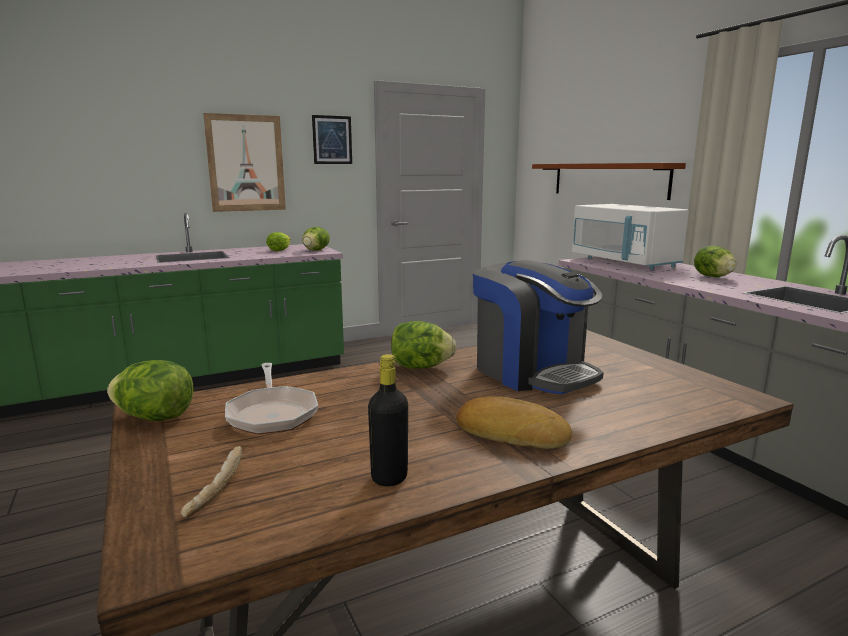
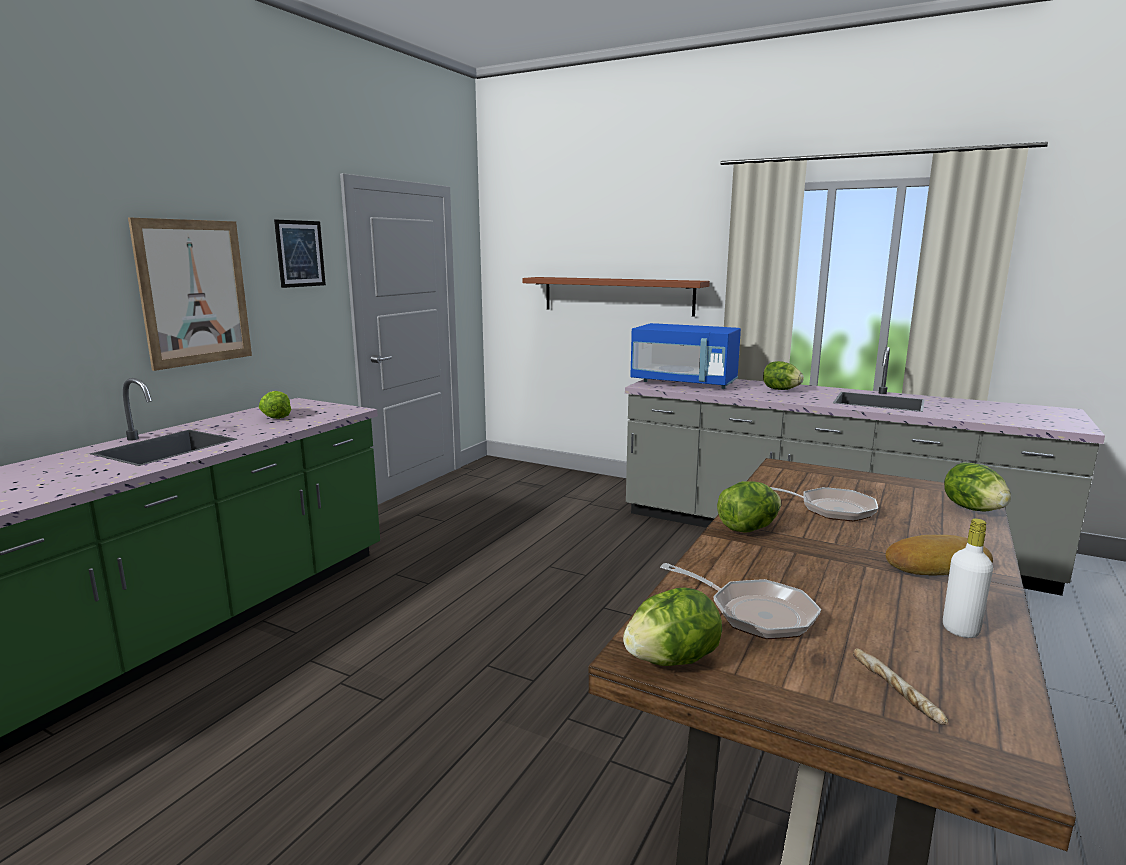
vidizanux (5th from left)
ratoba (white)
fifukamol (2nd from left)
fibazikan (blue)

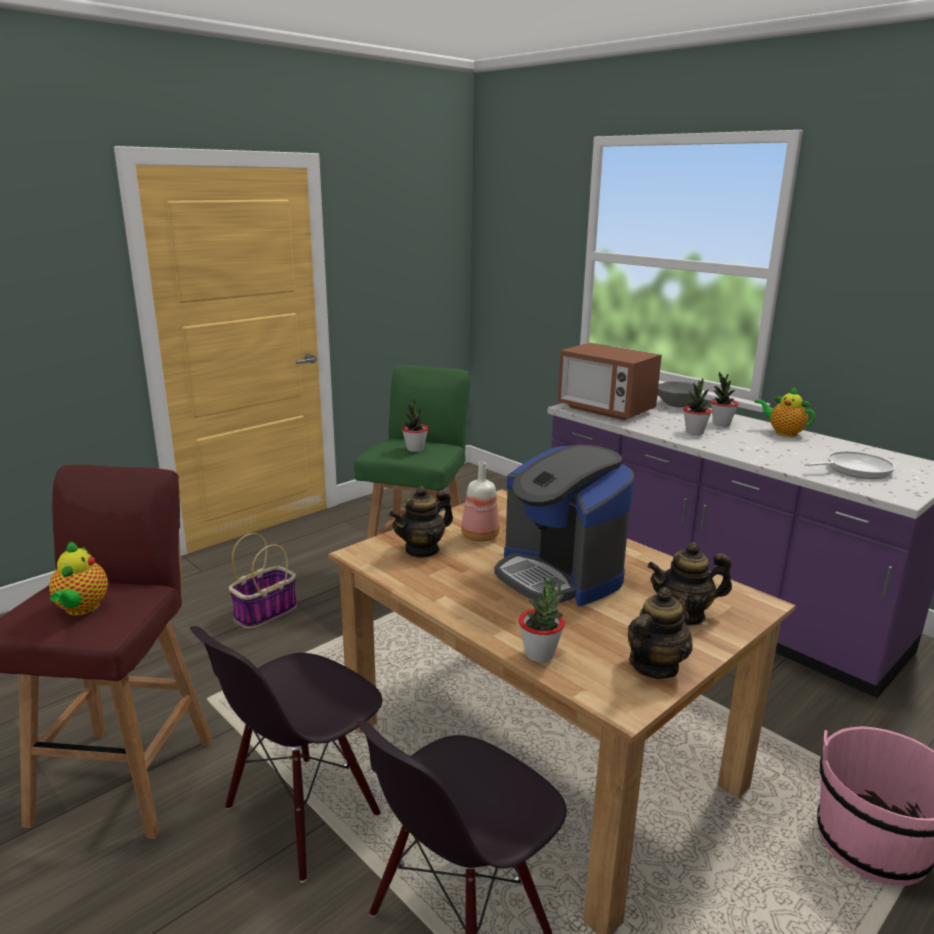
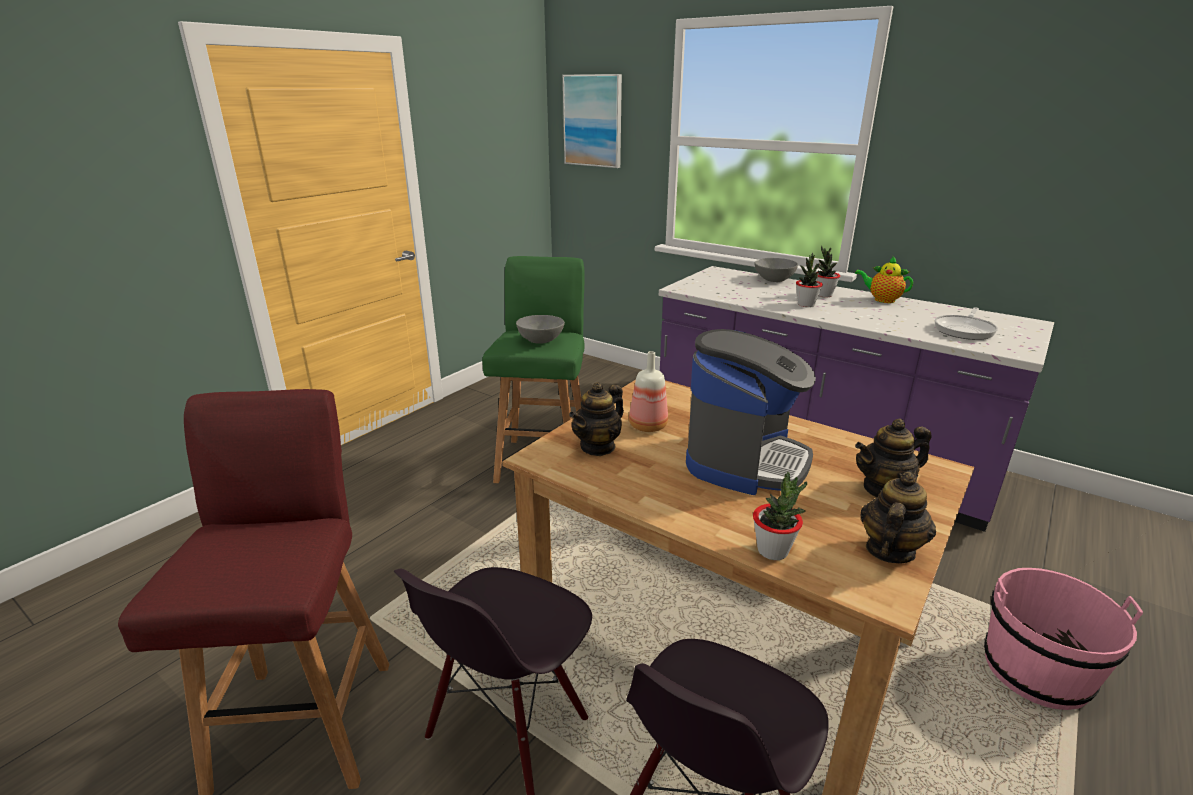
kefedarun (1st from left in the first image)
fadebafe
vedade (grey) (1st from left)
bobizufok
fibazikan
fifukamol
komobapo

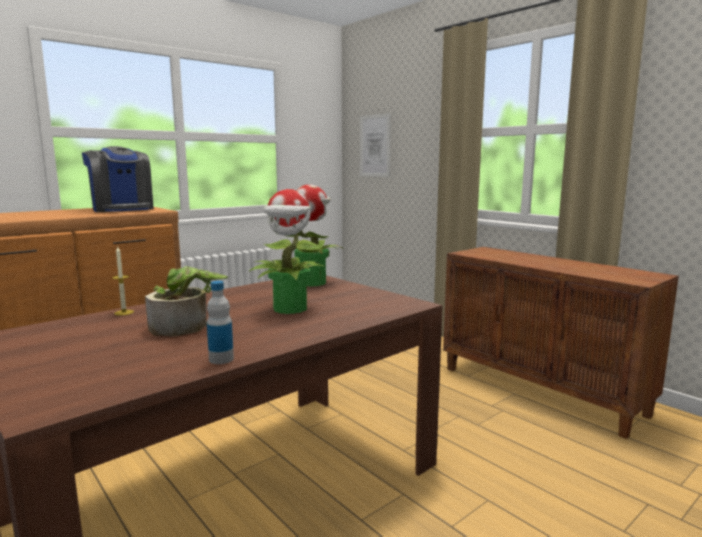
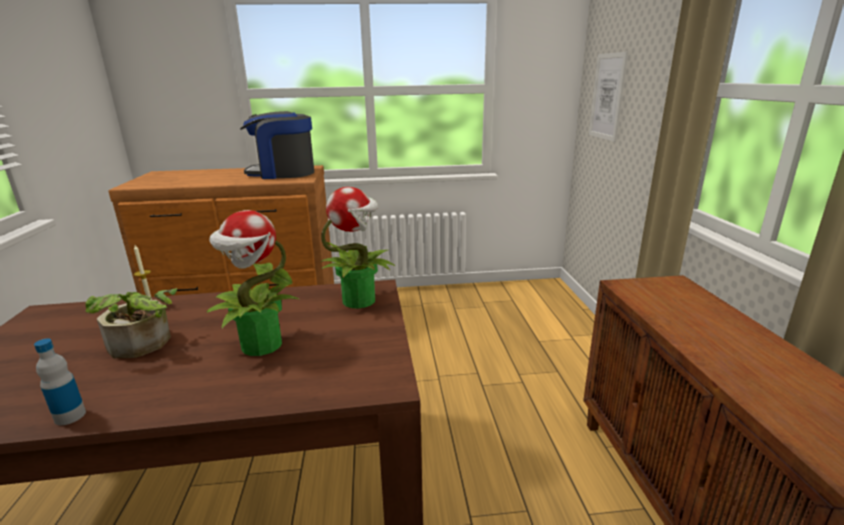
bobizufok

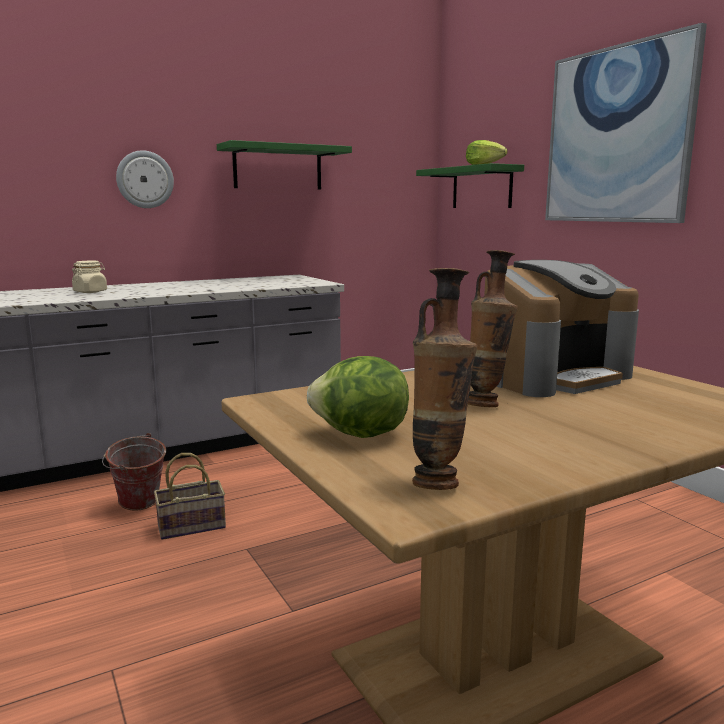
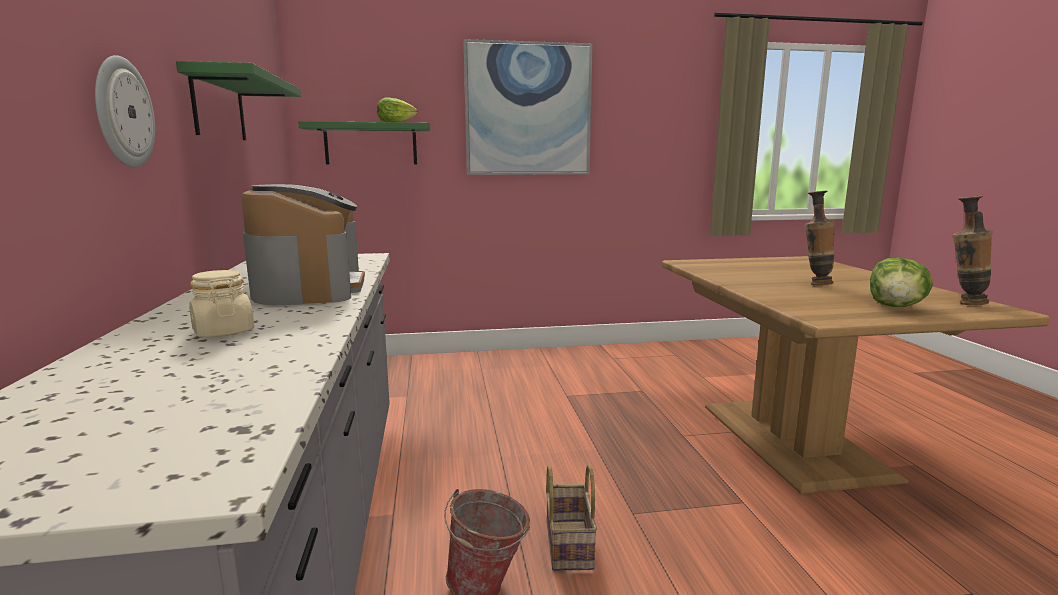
bobizufok

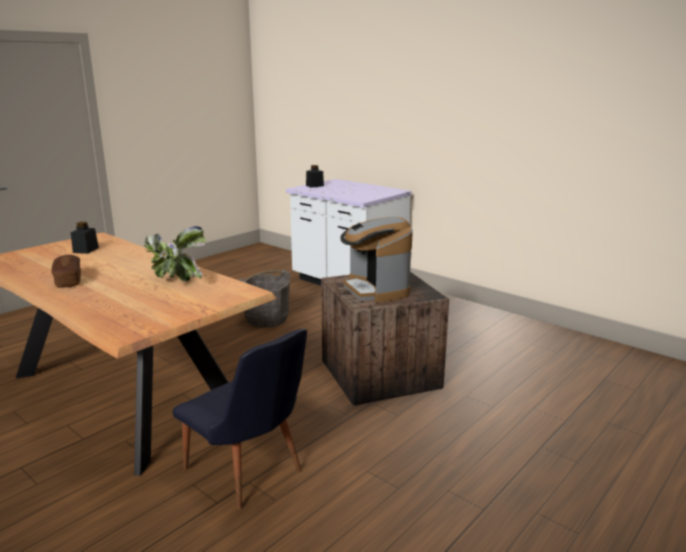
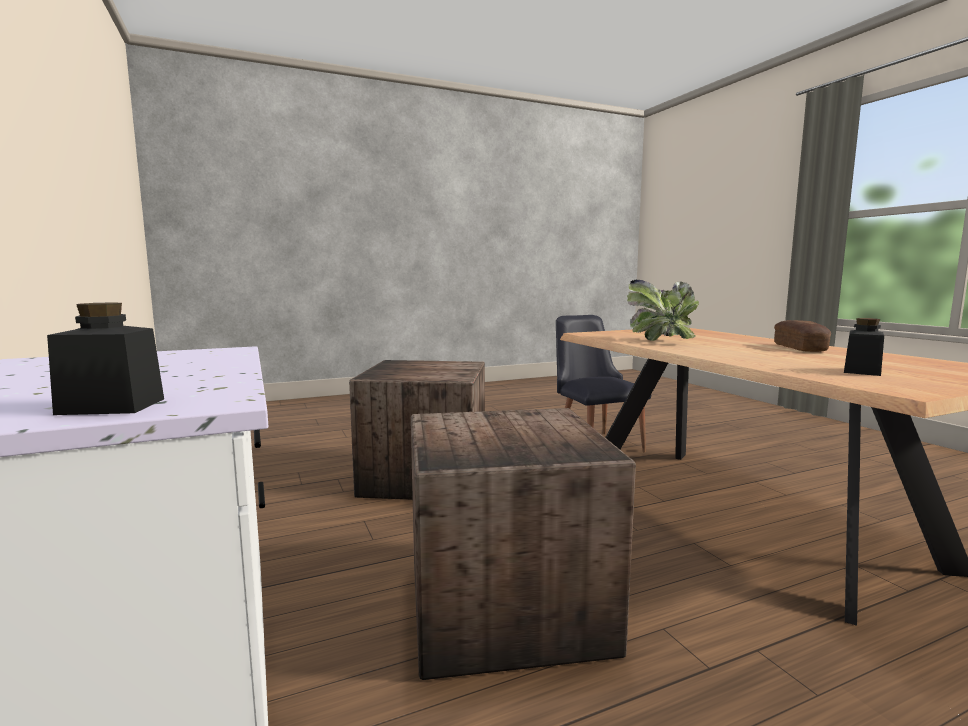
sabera (2nd from left)
bobizufok

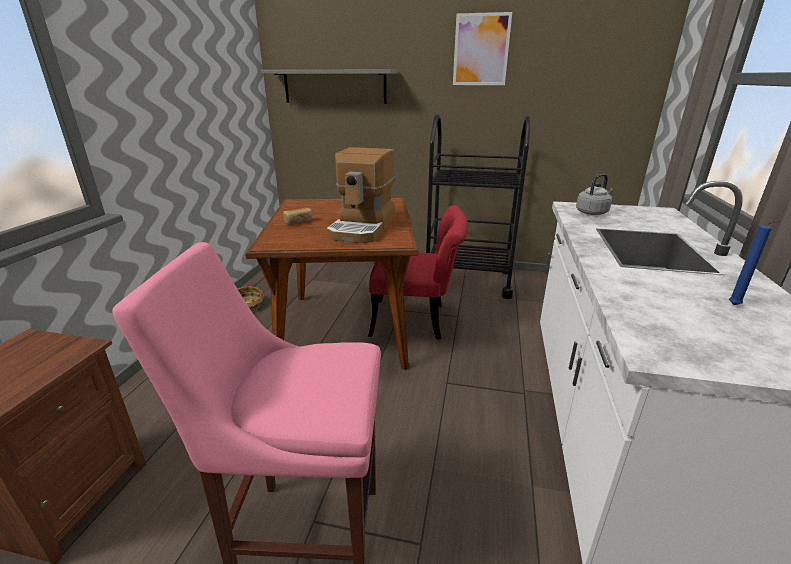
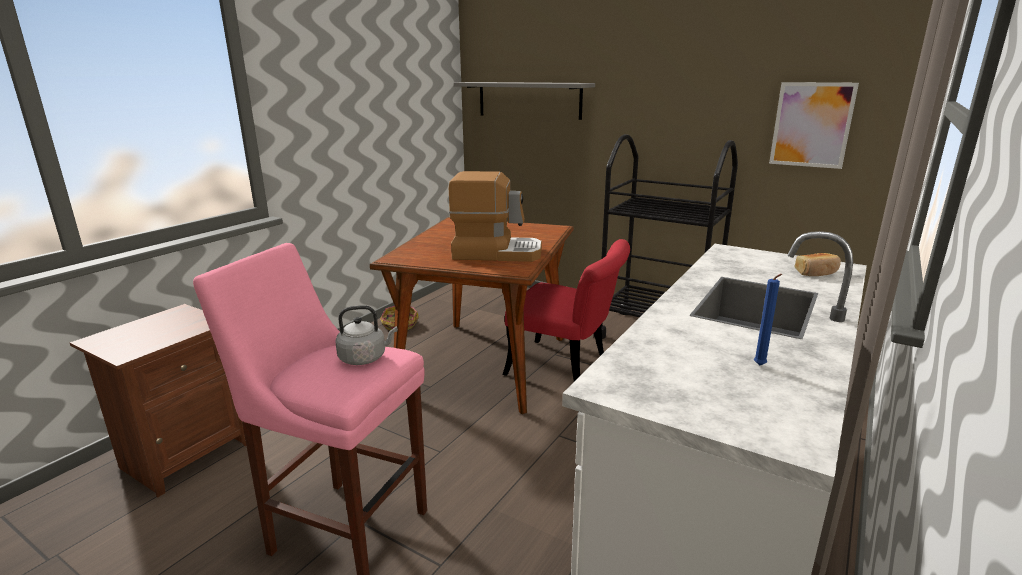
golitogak
bobizufok
komobapo
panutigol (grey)

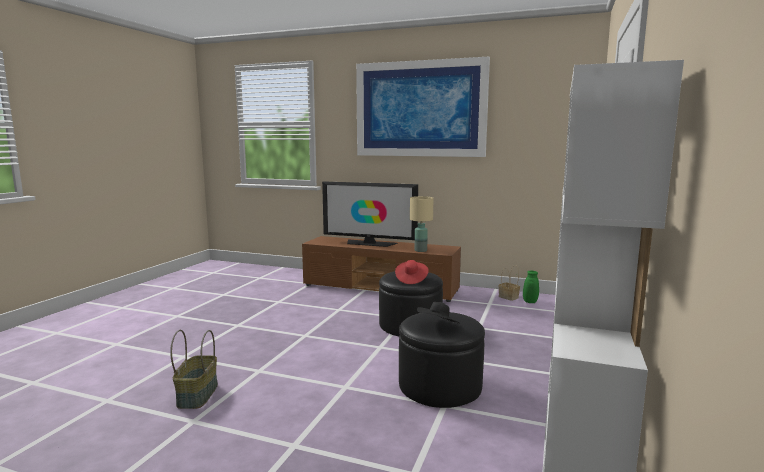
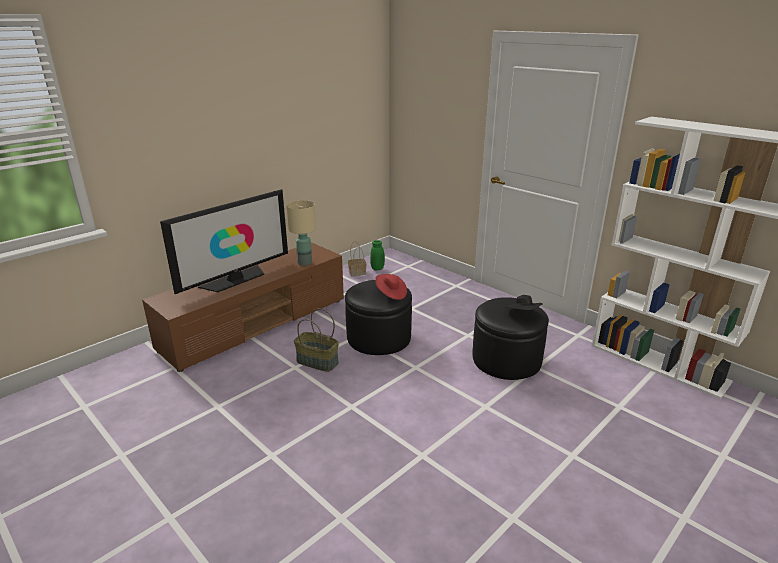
fadebafe (1st from left)
komobapo

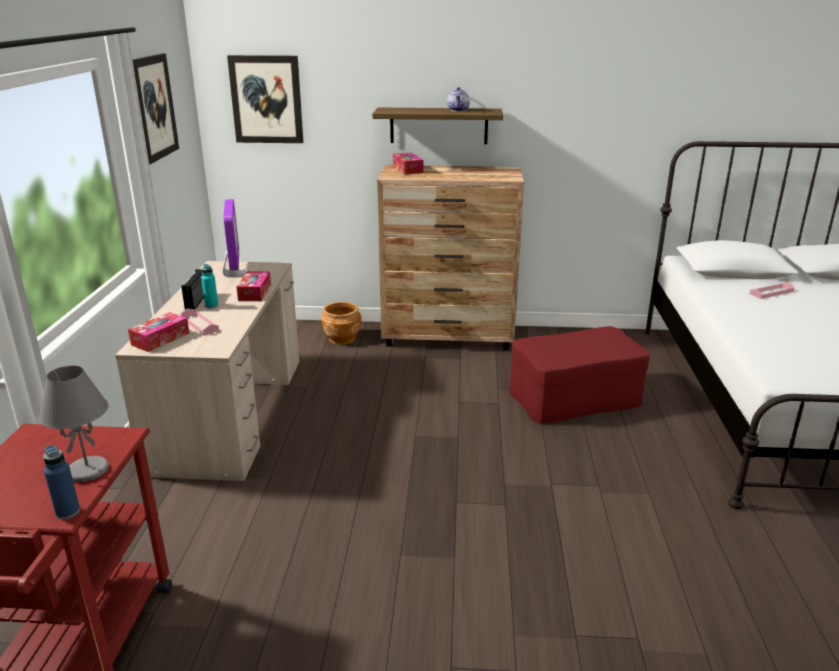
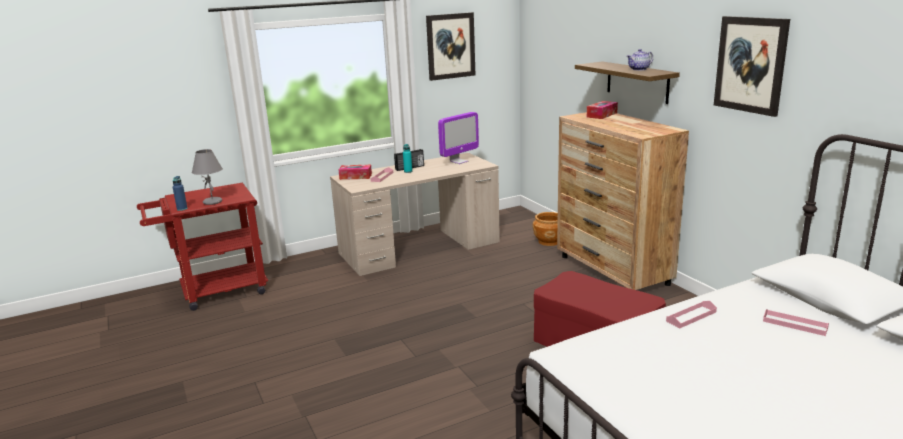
komobapo (2nd from left)
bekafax (2nd from left in the first image)
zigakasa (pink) (2nd from left)

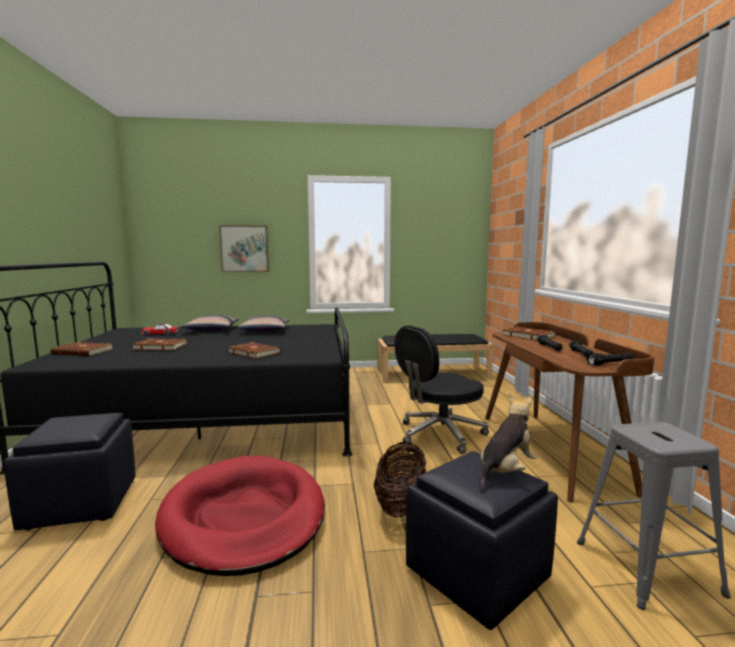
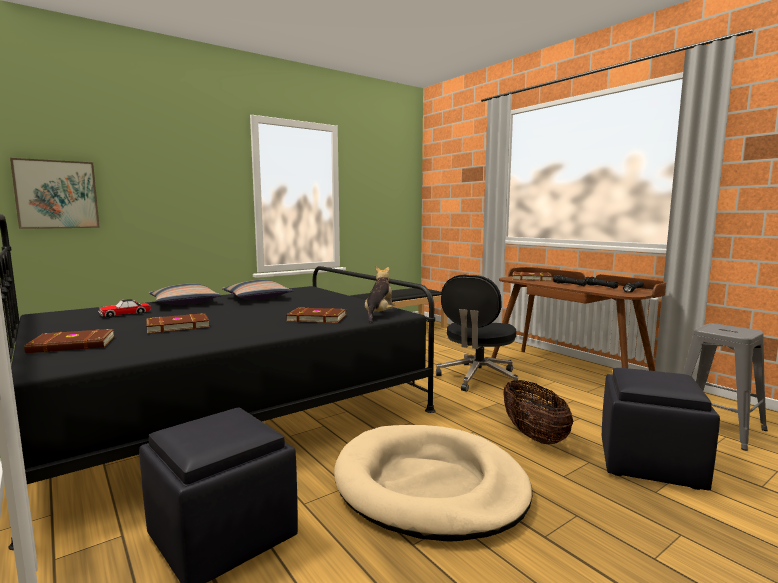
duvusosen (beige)
komobapo
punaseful

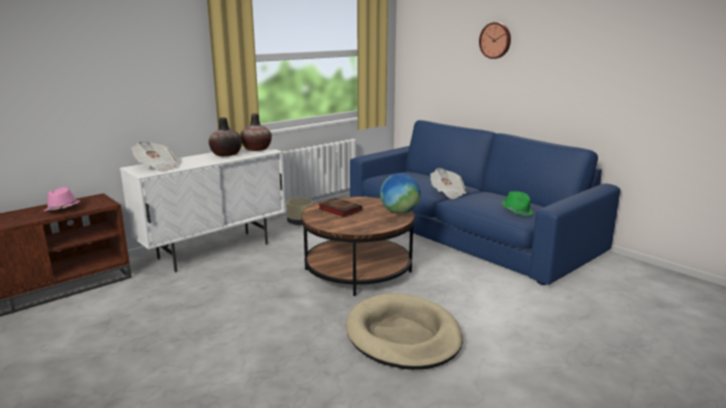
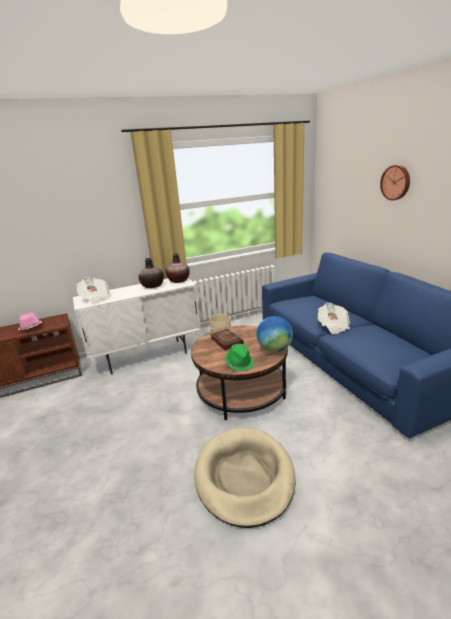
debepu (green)

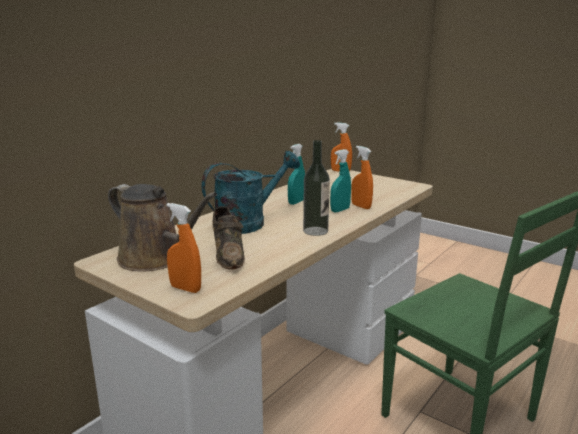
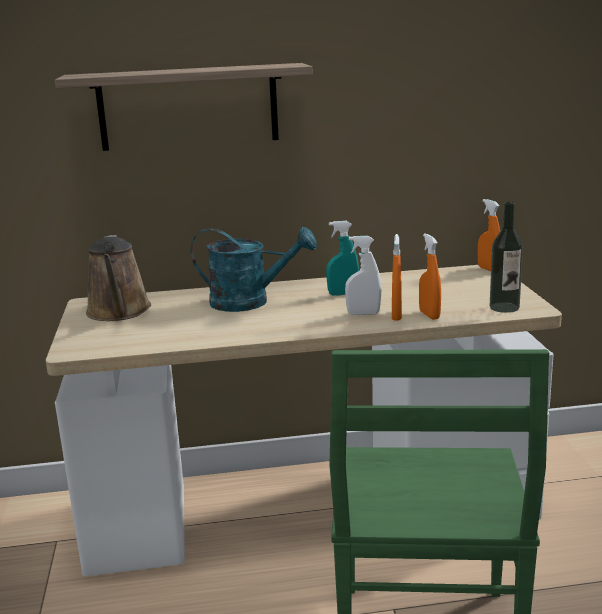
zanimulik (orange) (2nd from left)
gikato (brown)
ratoba
zanimulik (white)
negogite

